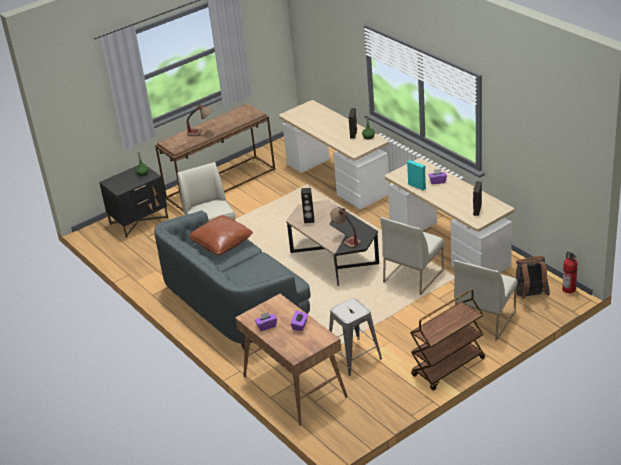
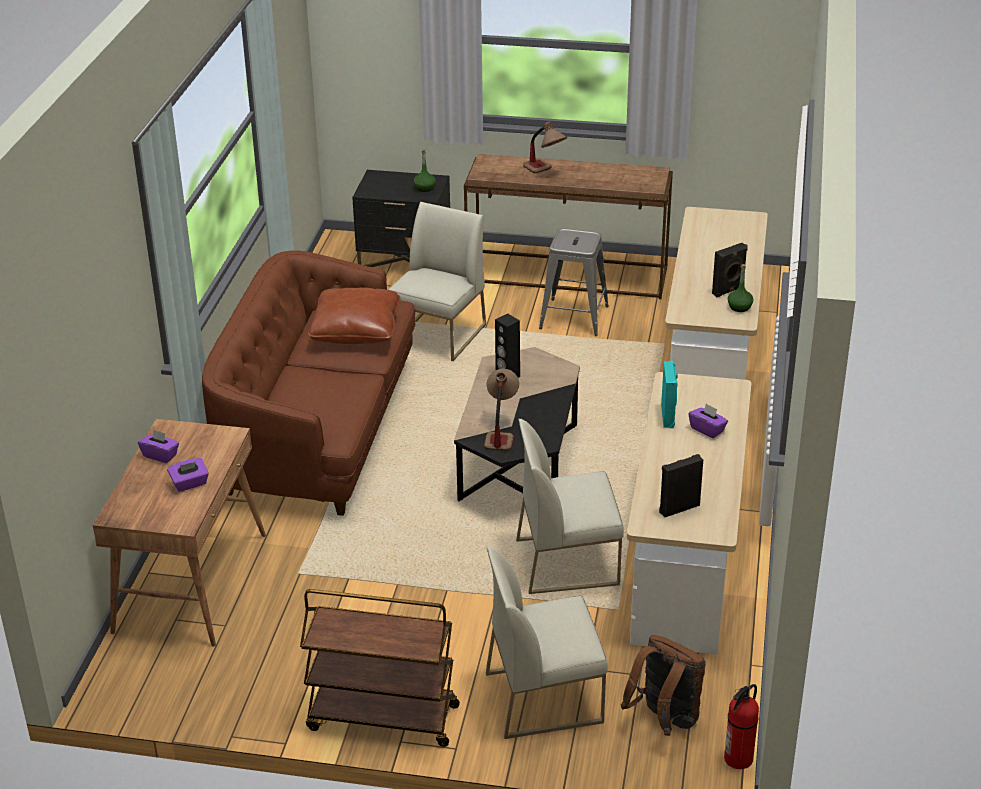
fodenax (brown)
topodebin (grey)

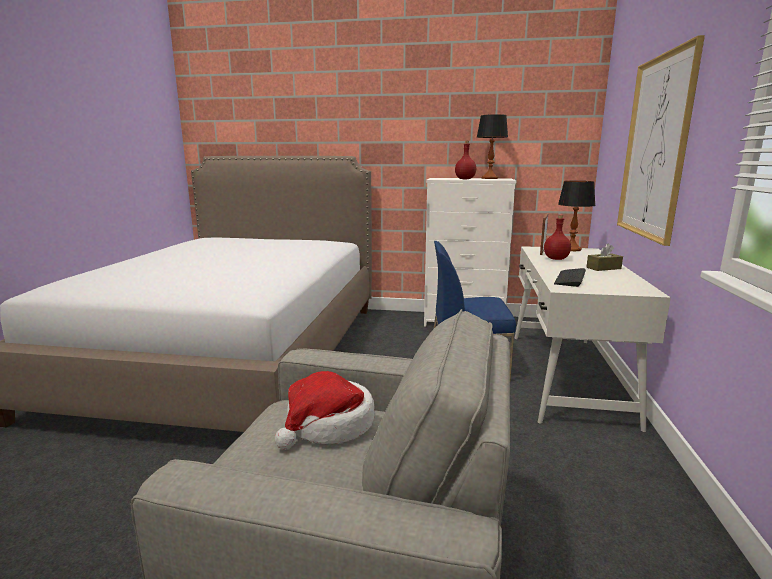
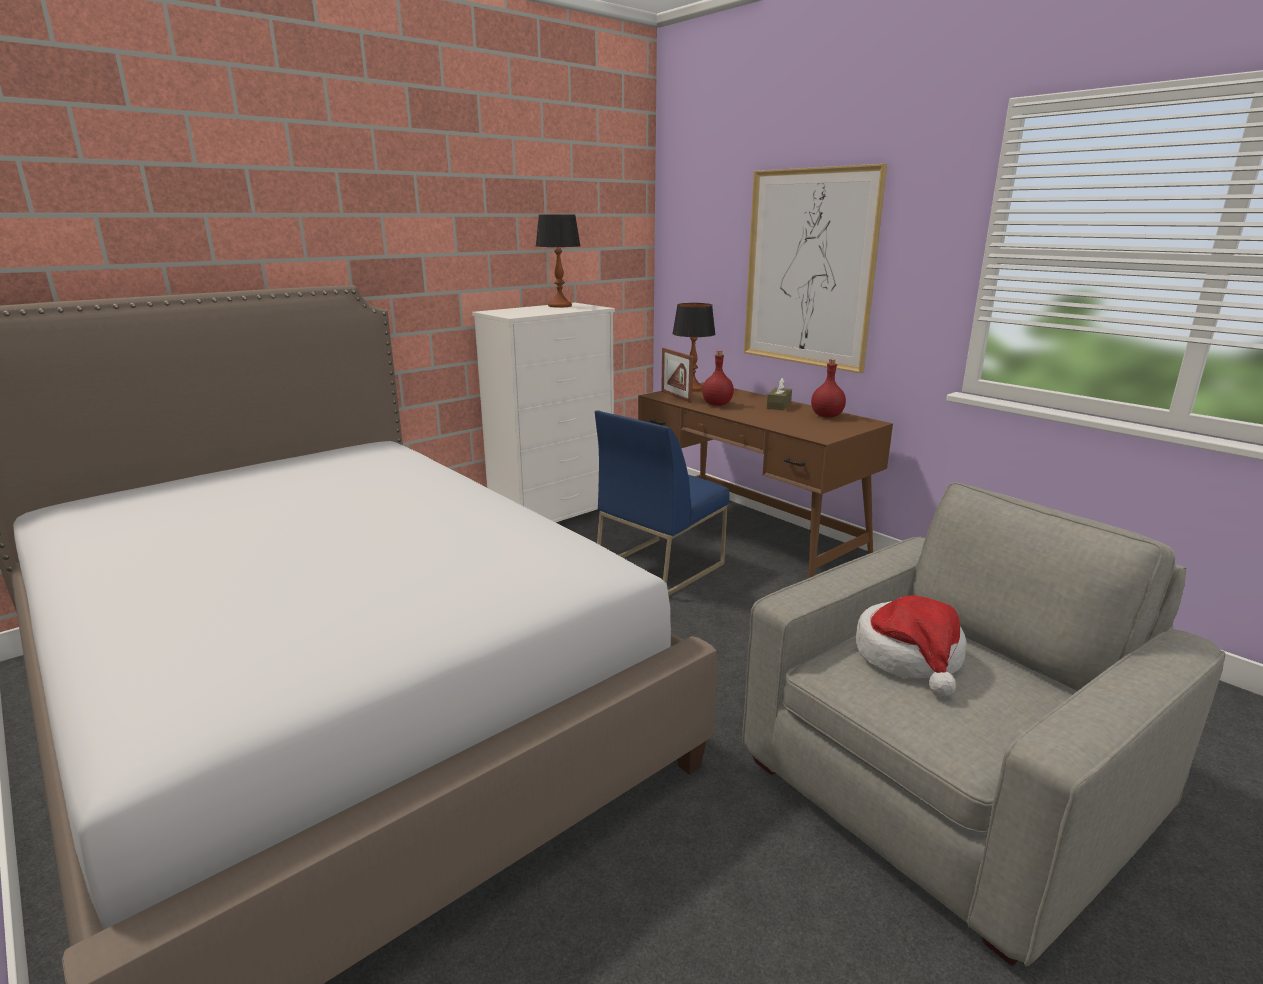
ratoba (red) (2nd from left)
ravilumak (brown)
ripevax

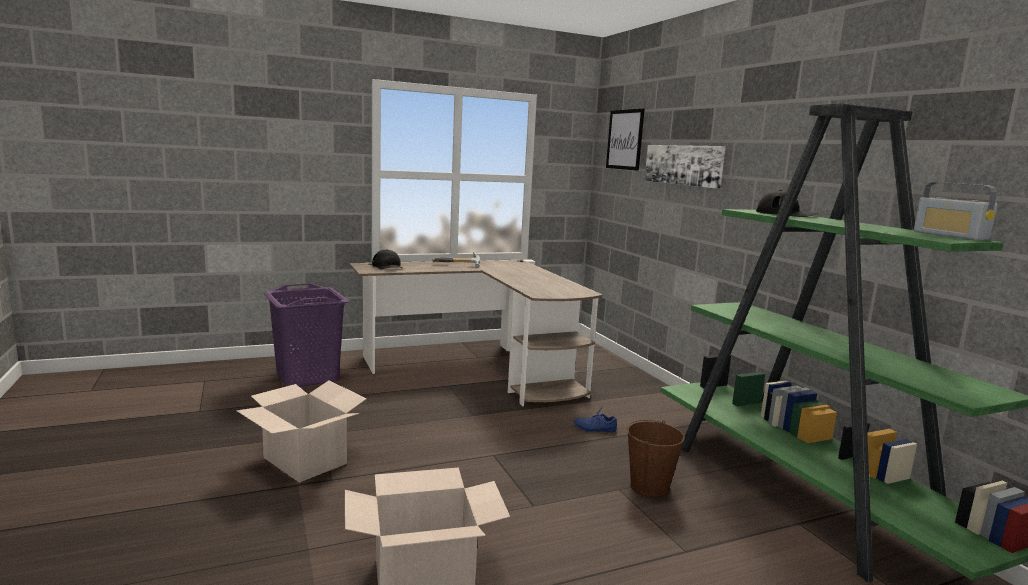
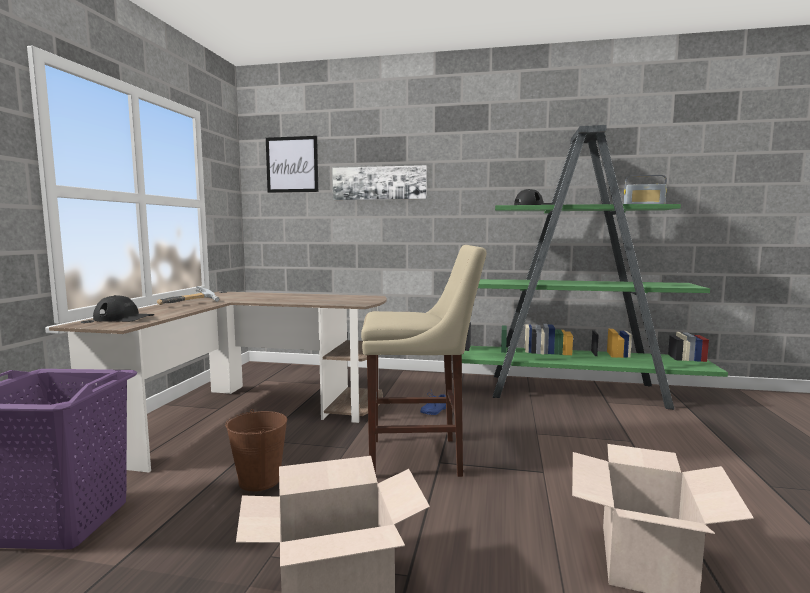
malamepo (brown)
topodebin (beige)

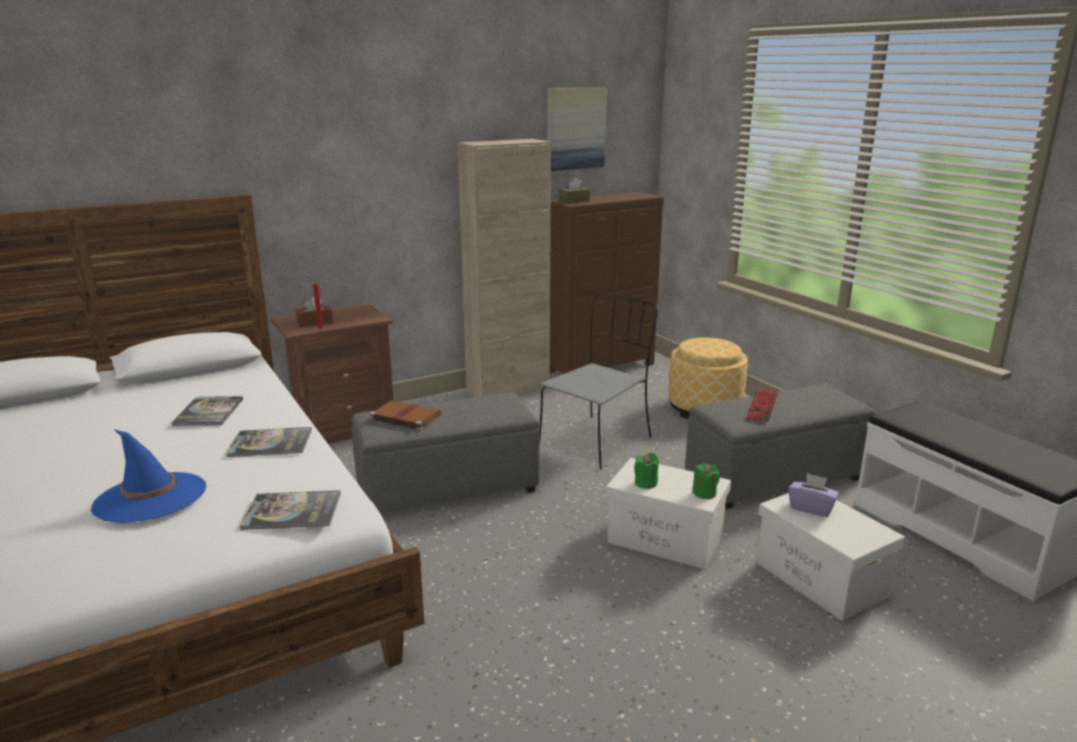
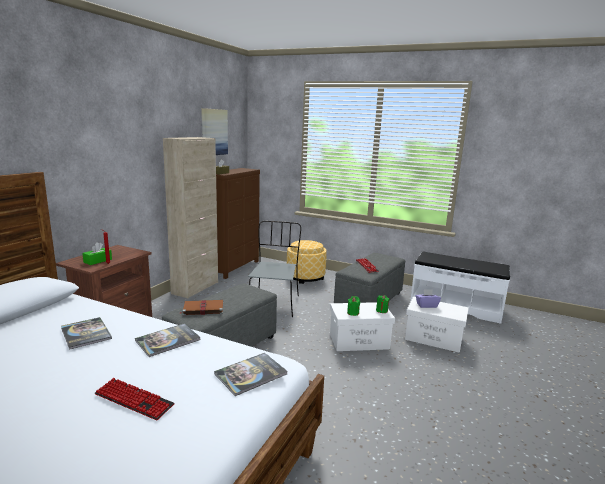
ripevax (1st from left)
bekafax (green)

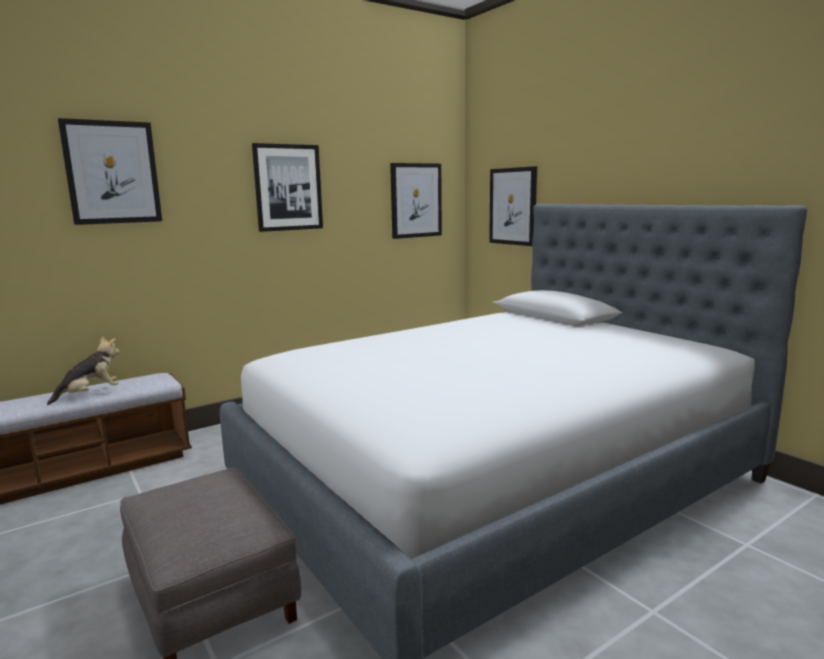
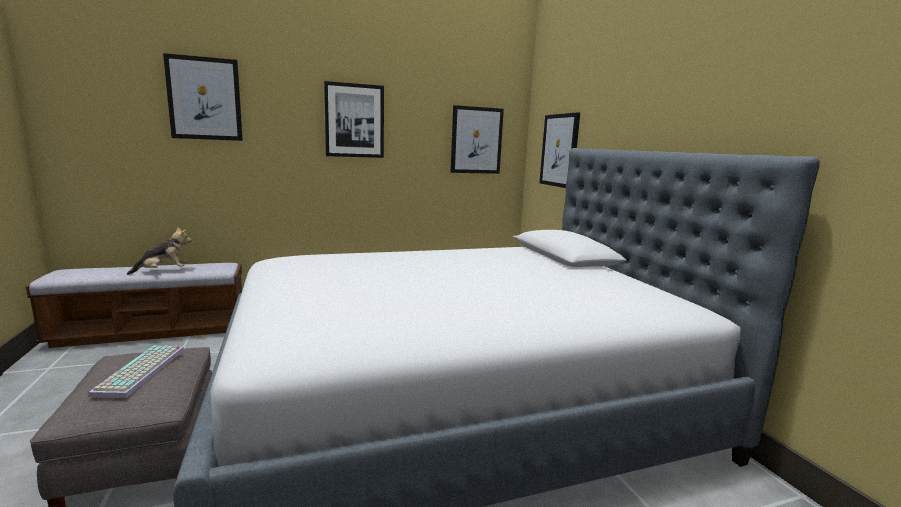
ripevax

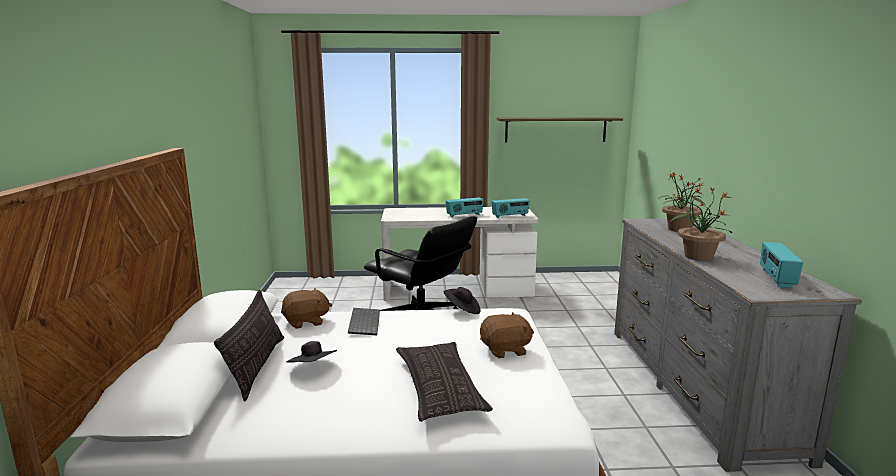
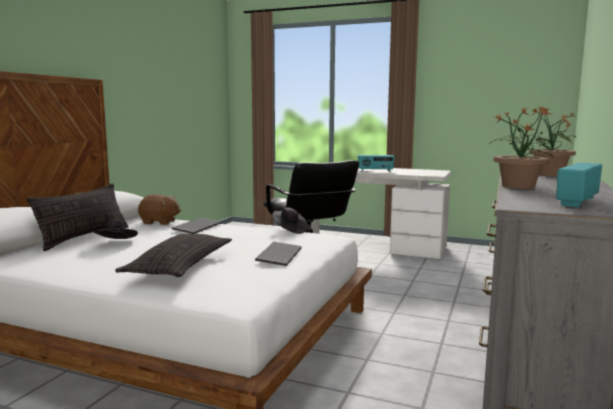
ripevax (2nd from left)
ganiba (2nd from left in the first image)
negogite

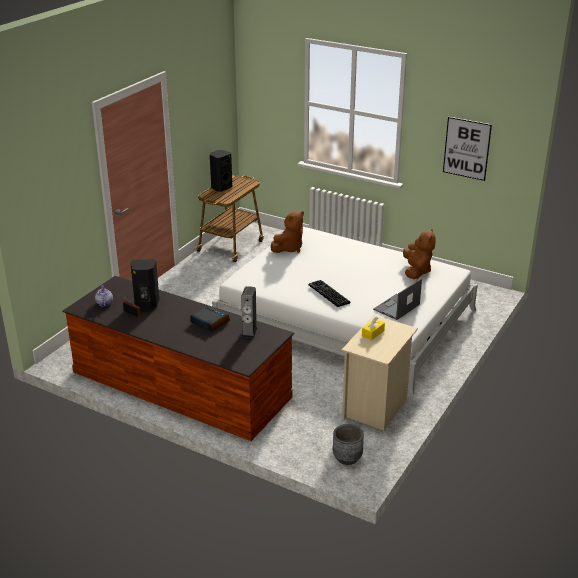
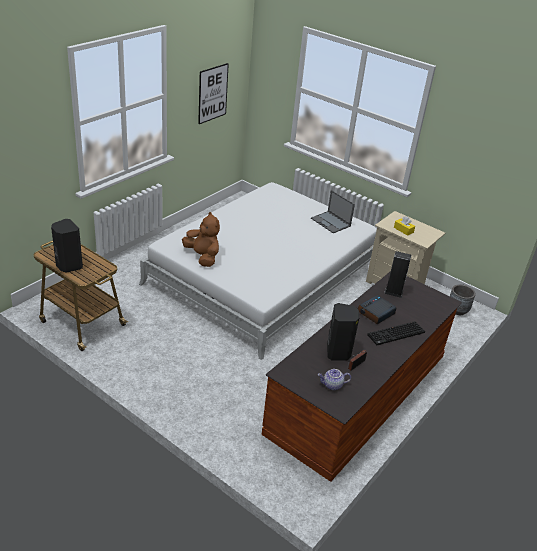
ripevax
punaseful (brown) (2nd from left in the first image)

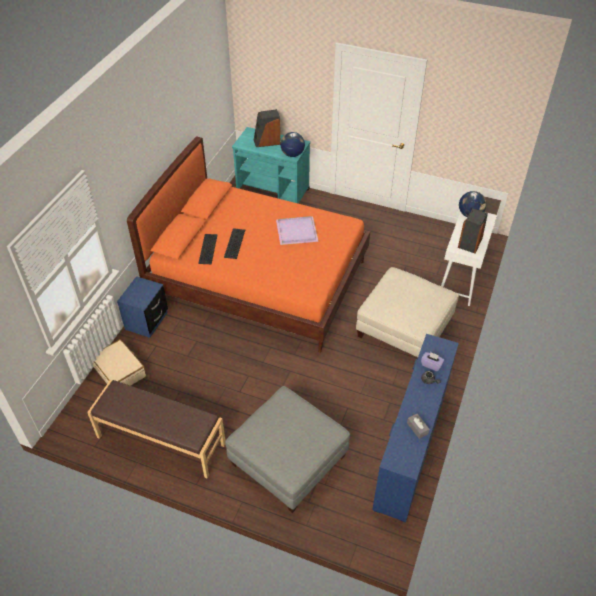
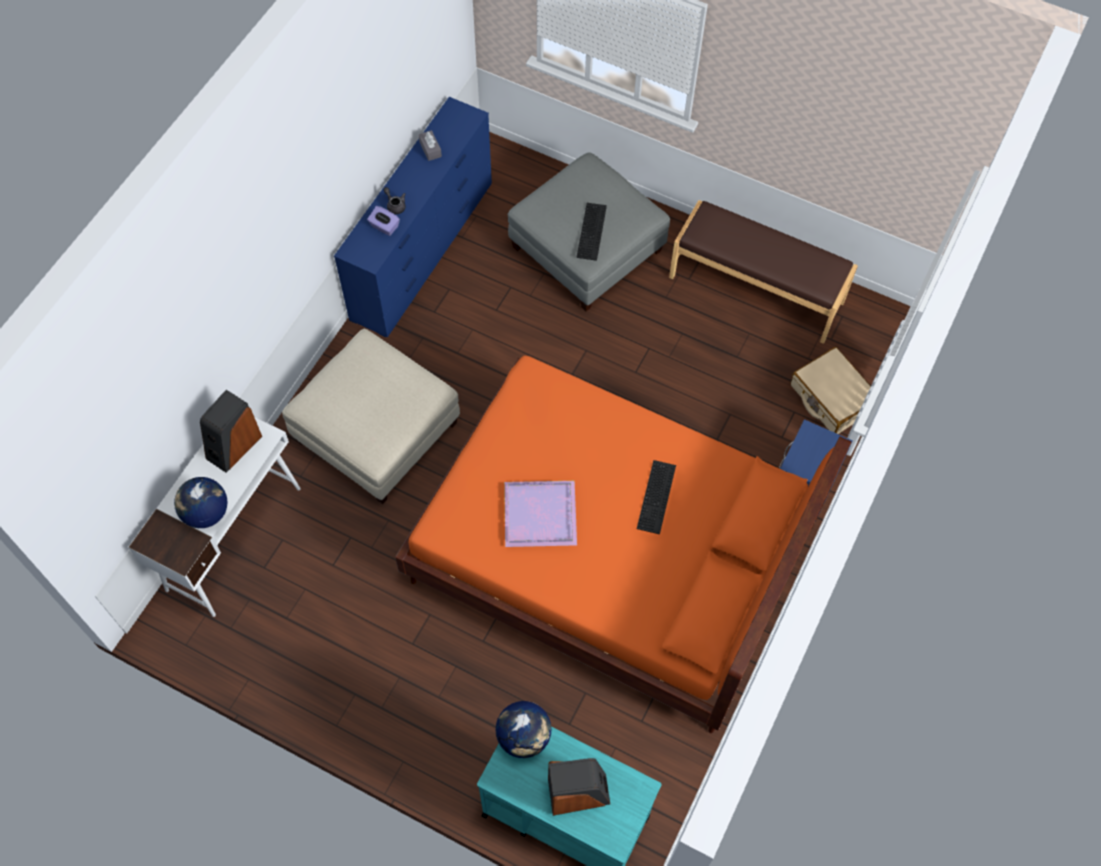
ripevax (1st from left)

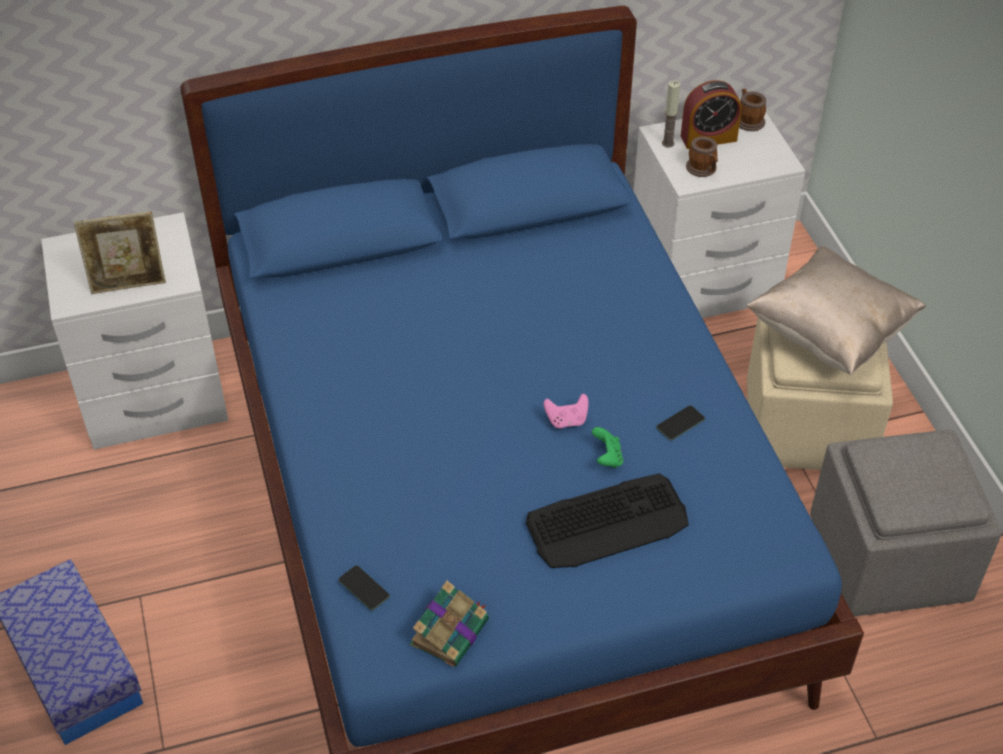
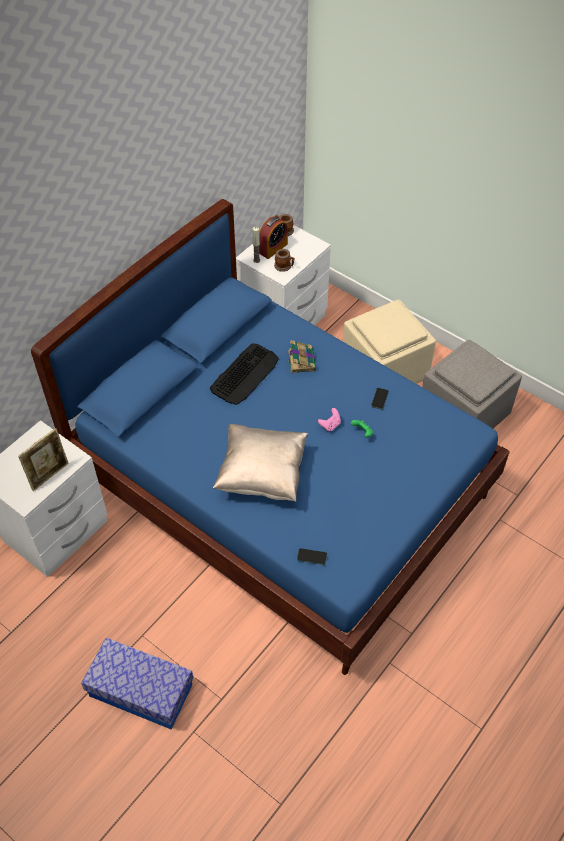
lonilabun
ripevax
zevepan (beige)

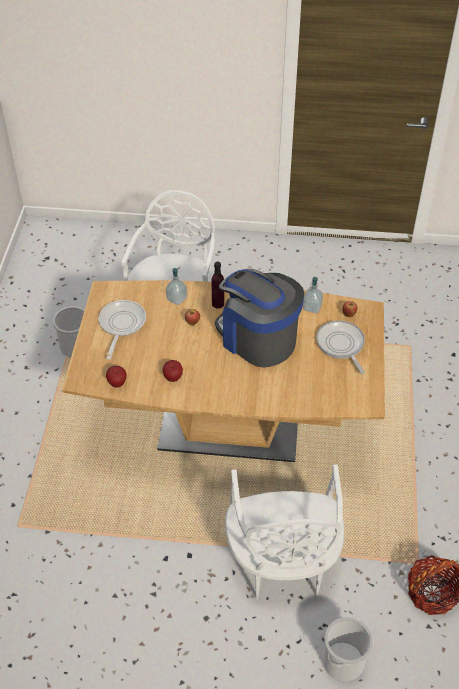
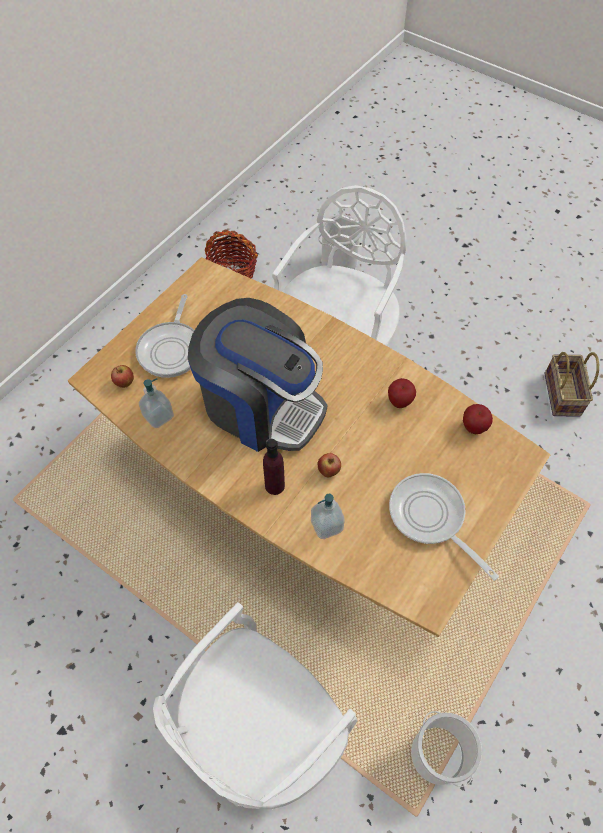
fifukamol (2nd from left)
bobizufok
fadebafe (2nd from left)

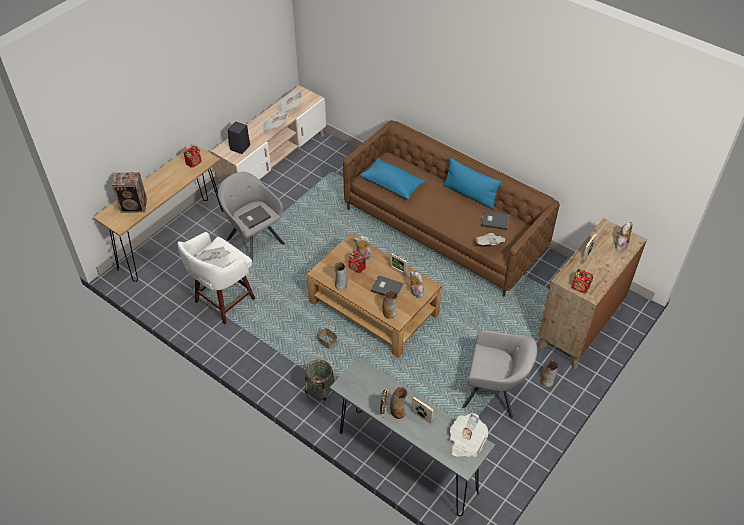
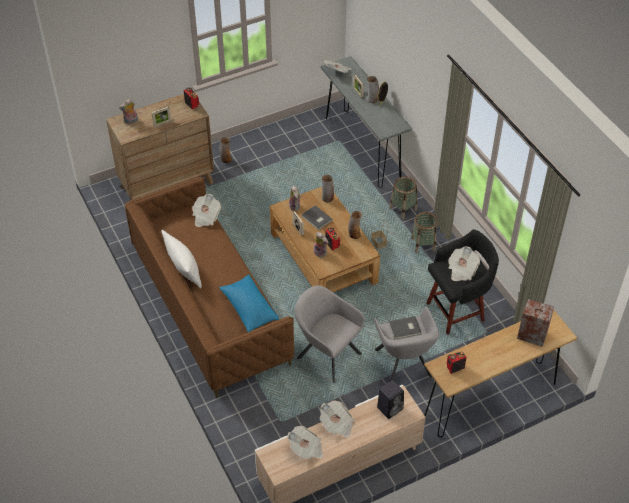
topodebin (black)
zevepan (white)
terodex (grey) (1st from left)
lonilabun (grey) (3rd from left in the first image)
fadebafe (3rd from left)

